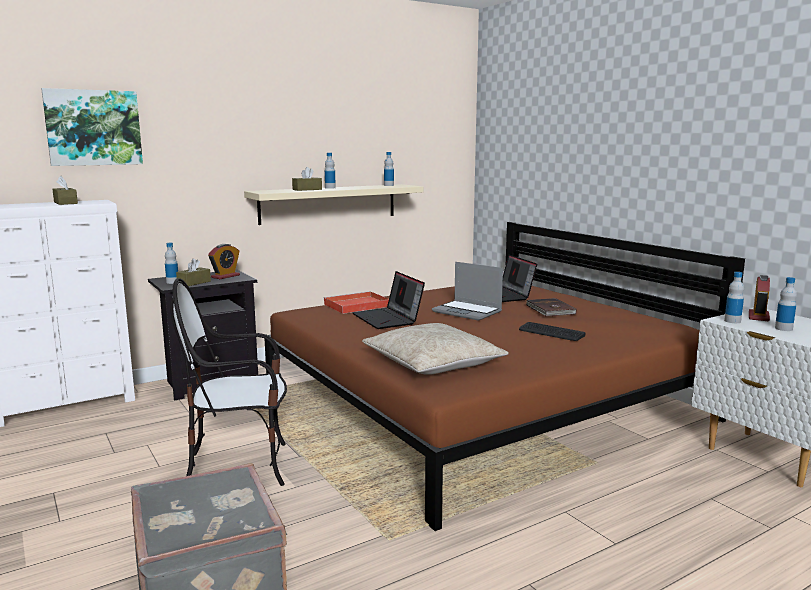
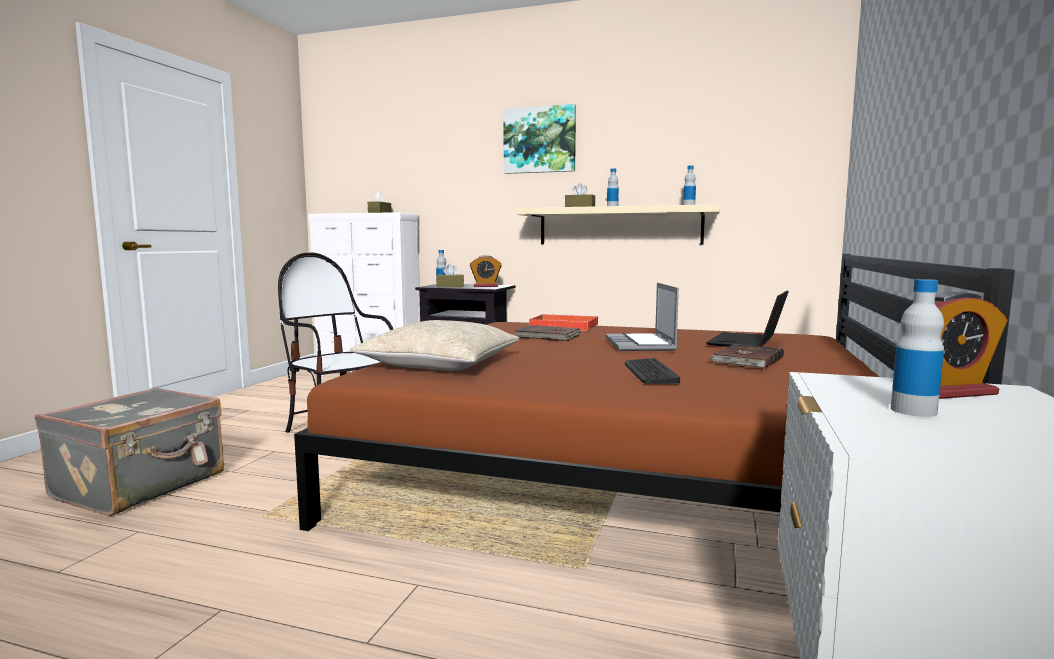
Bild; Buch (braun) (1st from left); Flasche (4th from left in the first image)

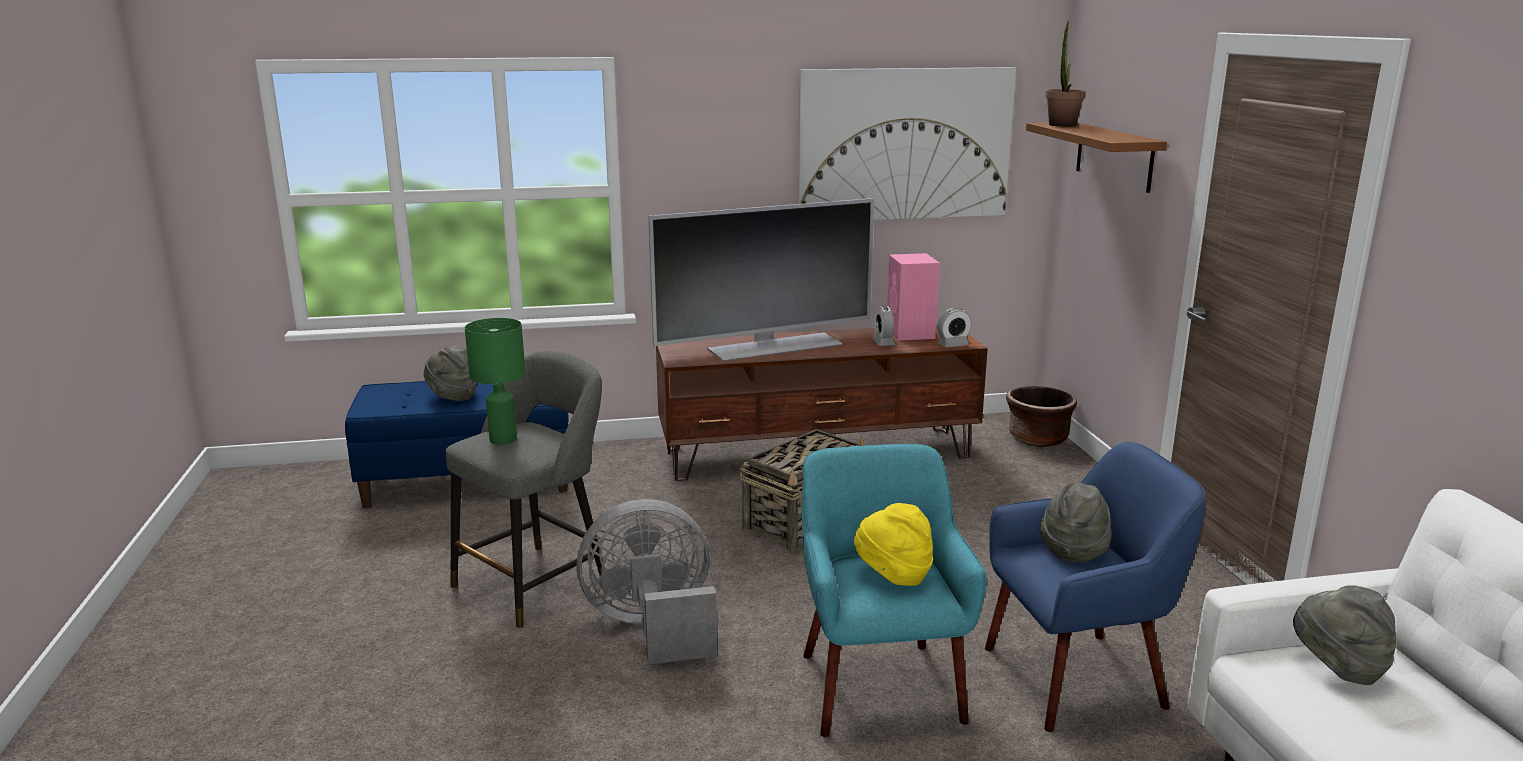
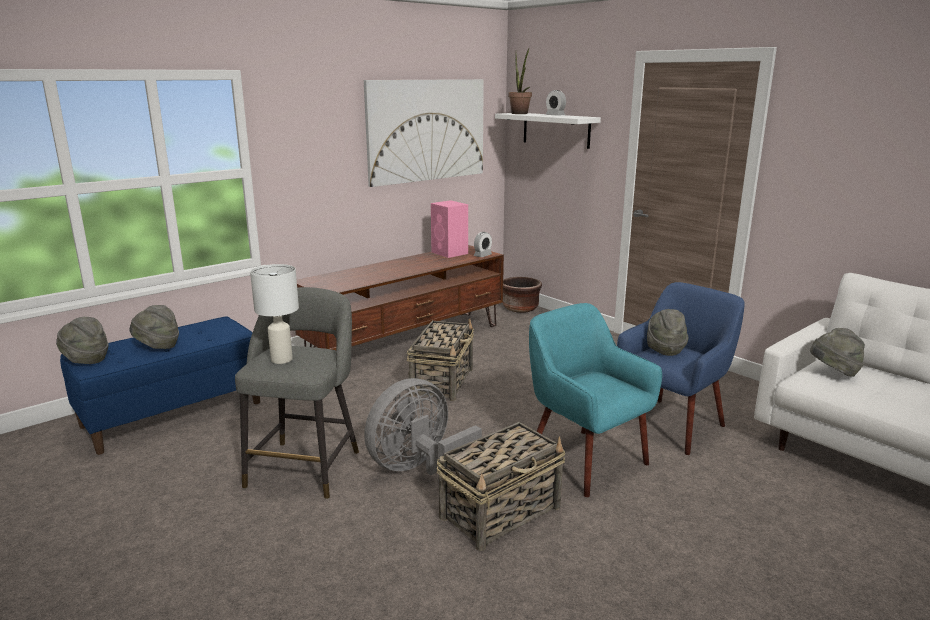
Tischlampe (weiß); Fernseher; Hut (gelb); Wecker (2nd from left); Wandregal (weiß); Hut (grau) (1st from left); Korb (2nd from left)

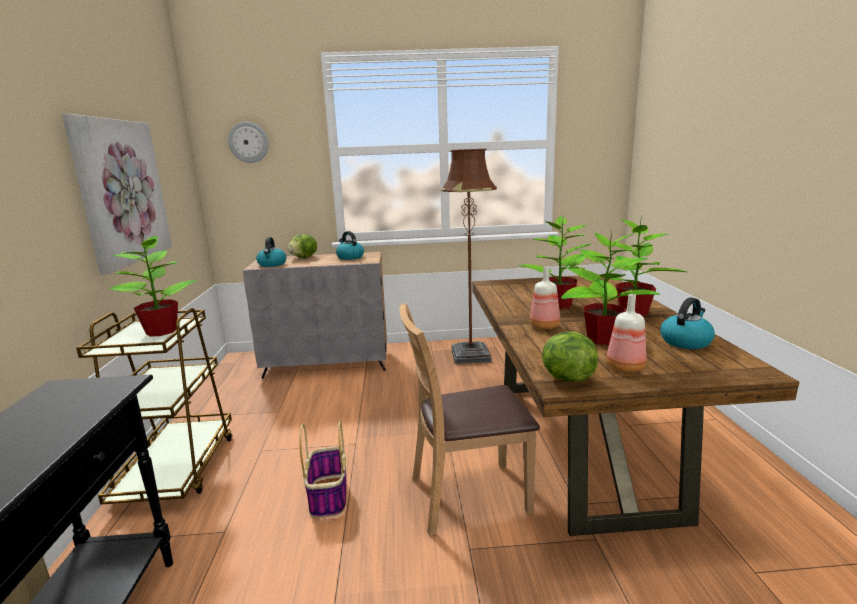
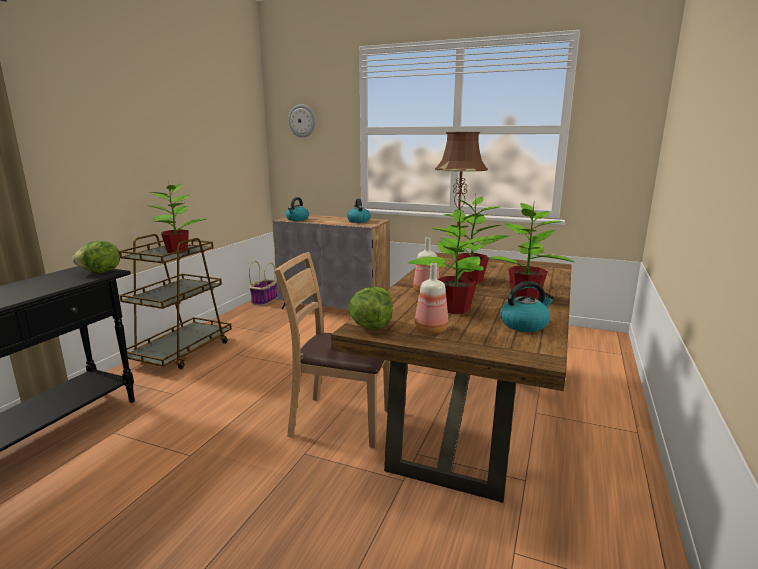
Bild; Salatkopf (1st from left); Korb

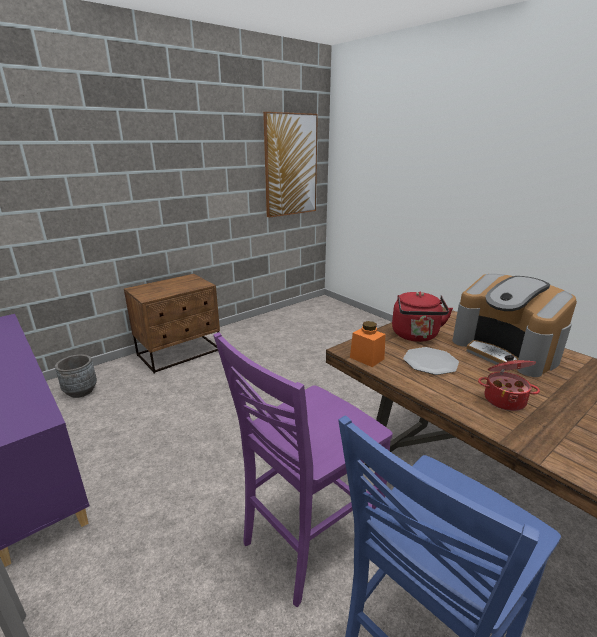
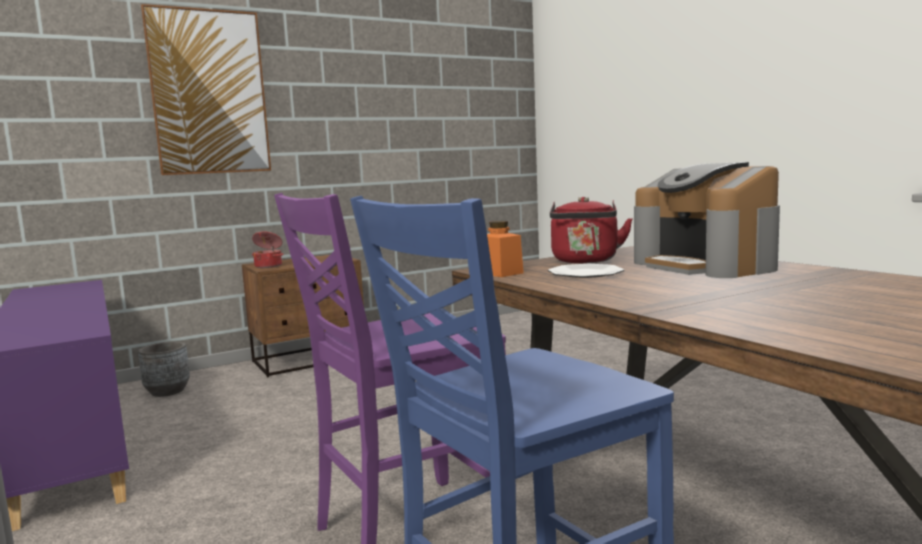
Bild; Kochtopf

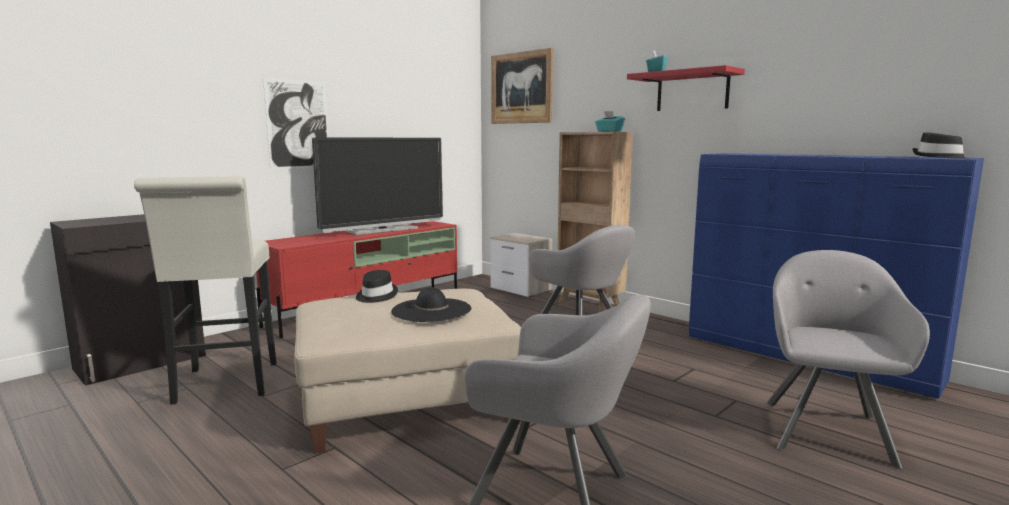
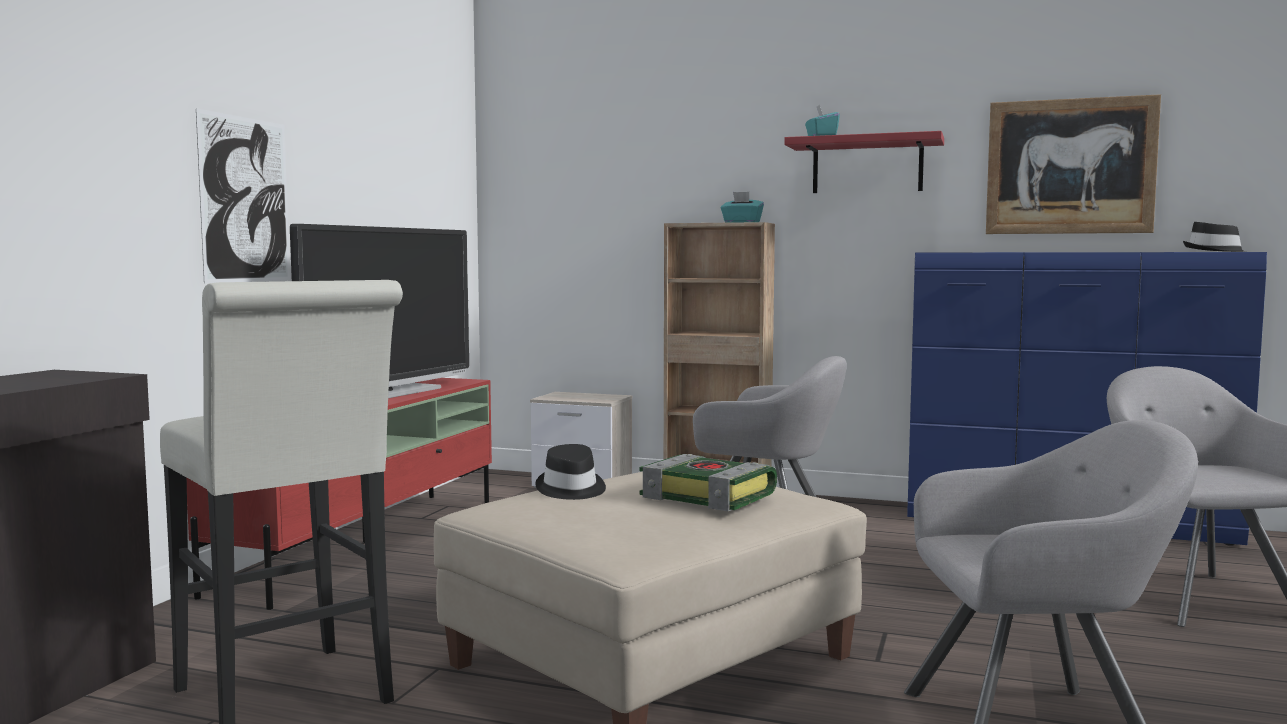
Buch; Bild (2nd from left)

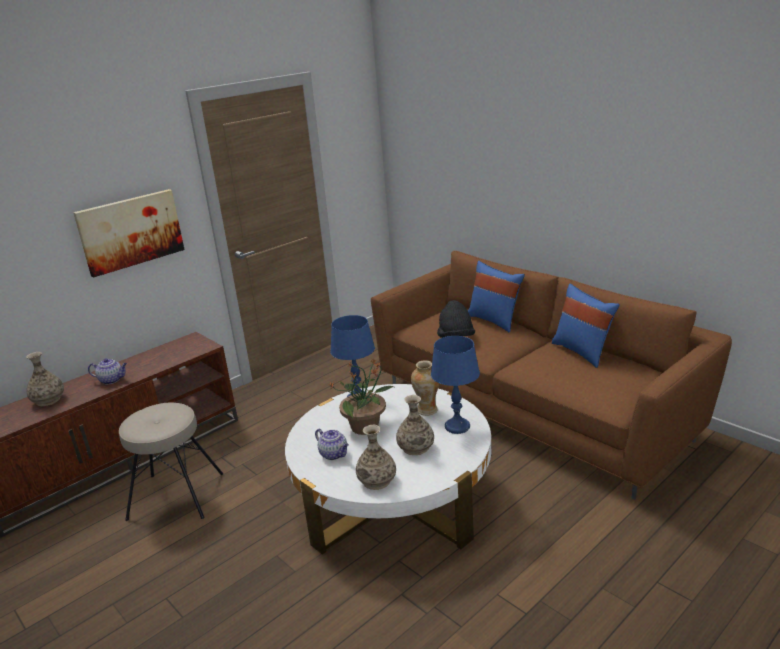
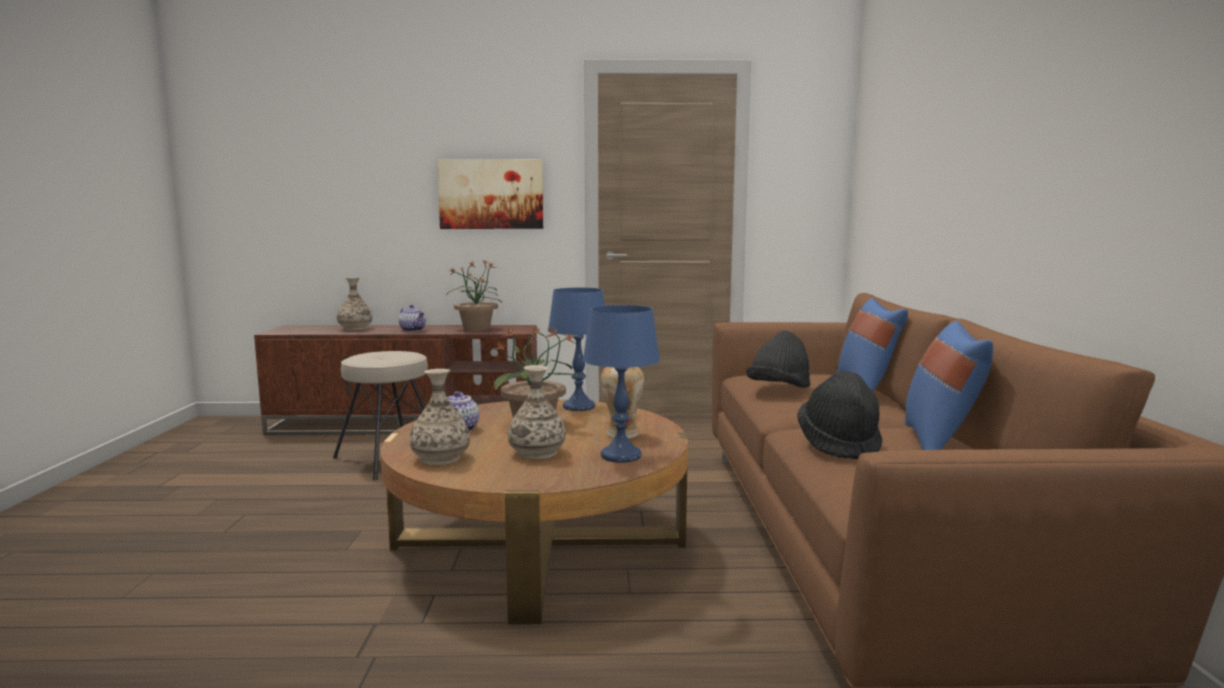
Couchtisch (braun); Topfpflanze (1st from left); Hut (schwarz) (2nd from left)

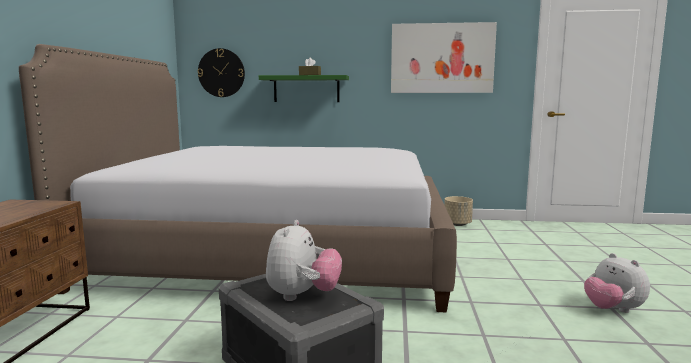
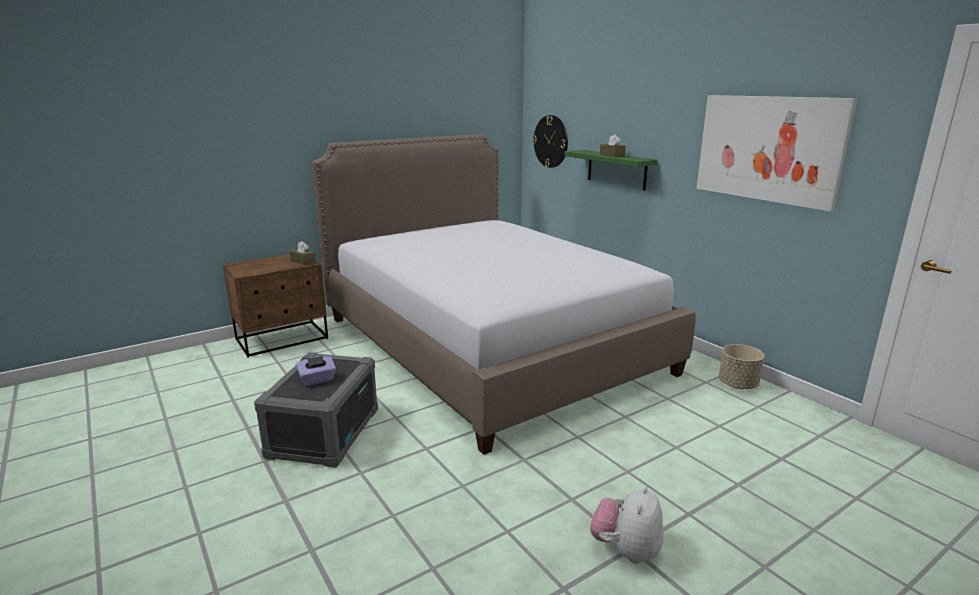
Taschentuchbox (lila); Taschentuchbox (braun) (1st from left)

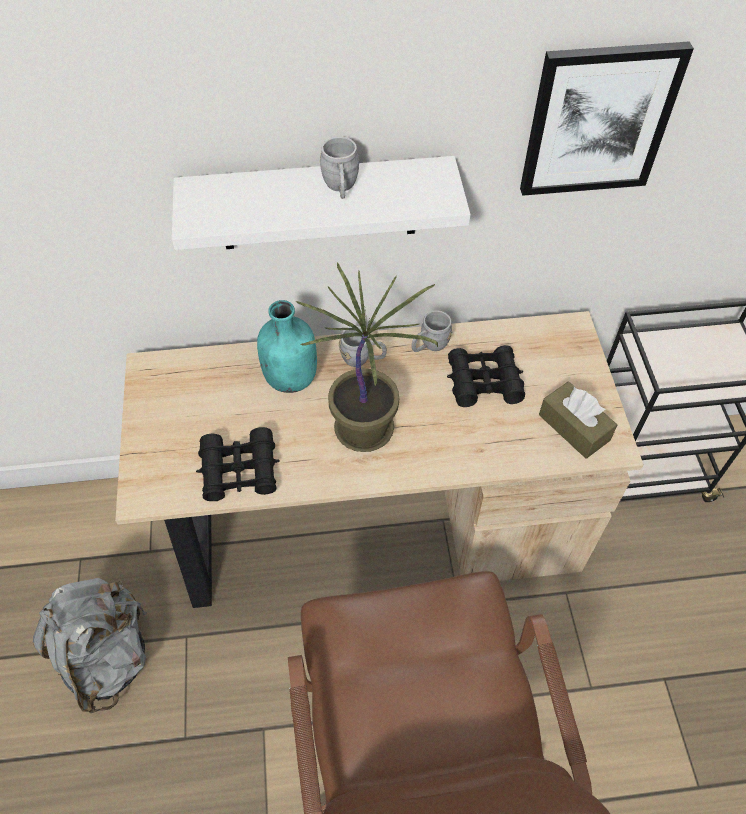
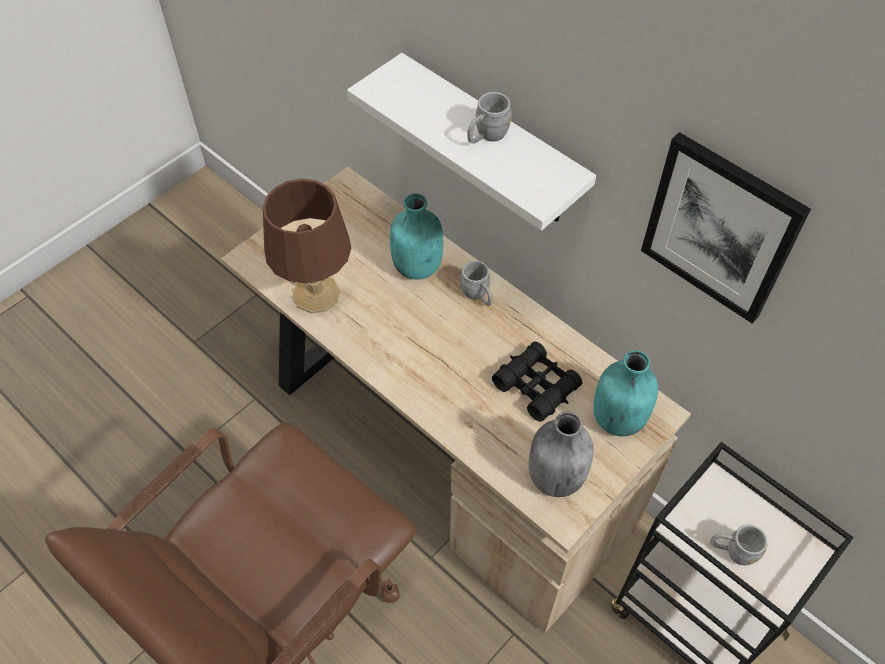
Rucksack (grau); Tischlampe (braun); Topfpflanze; Henkelbecher (grau) (3rd from left); Flasche (grau); Flasche (türkis) (2nd from left)

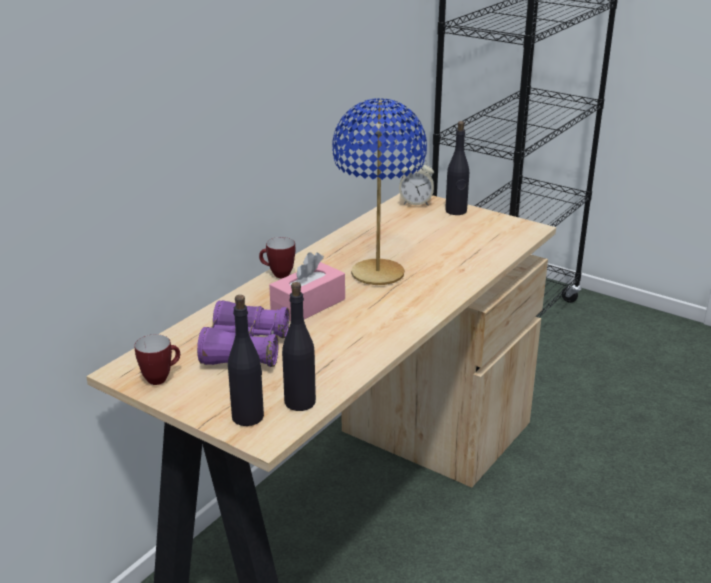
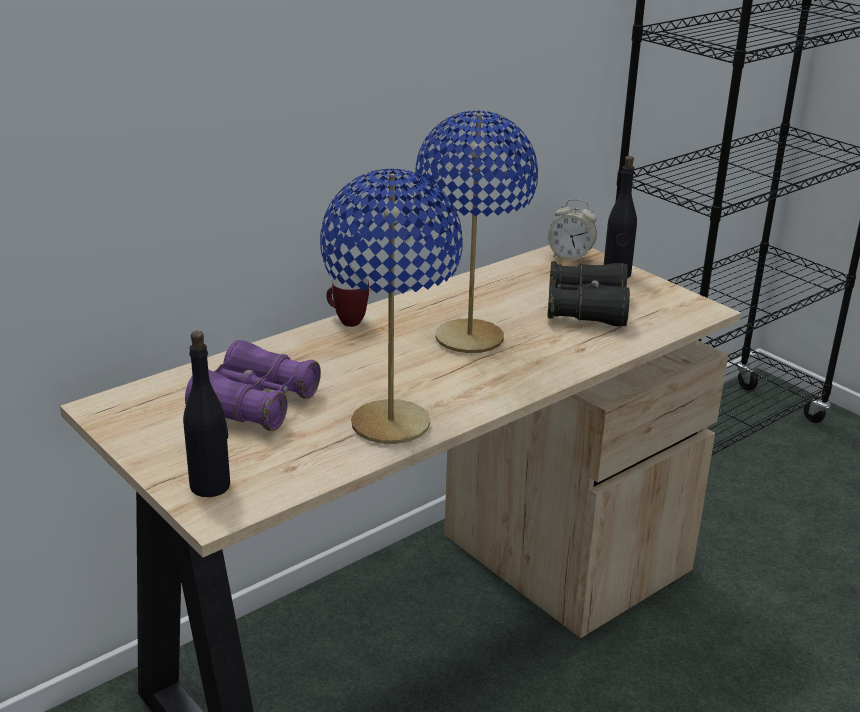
Henkelbecher (1st from left in the first image); Taschentuchbox (rosa); Flasche (schwarz) (2nd from left in the first image); Tischlampe (blau) (1st from left); Fernglas (schwarz)

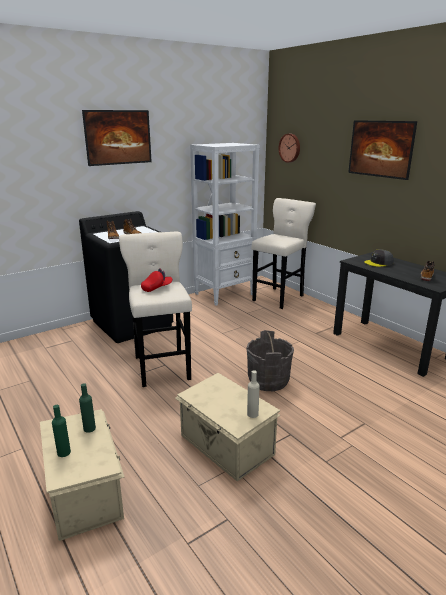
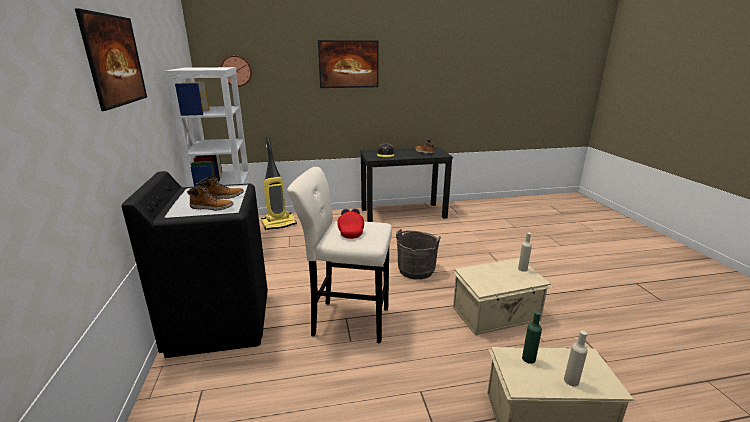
Flasche (beige) (2nd from left); Staubsauger

